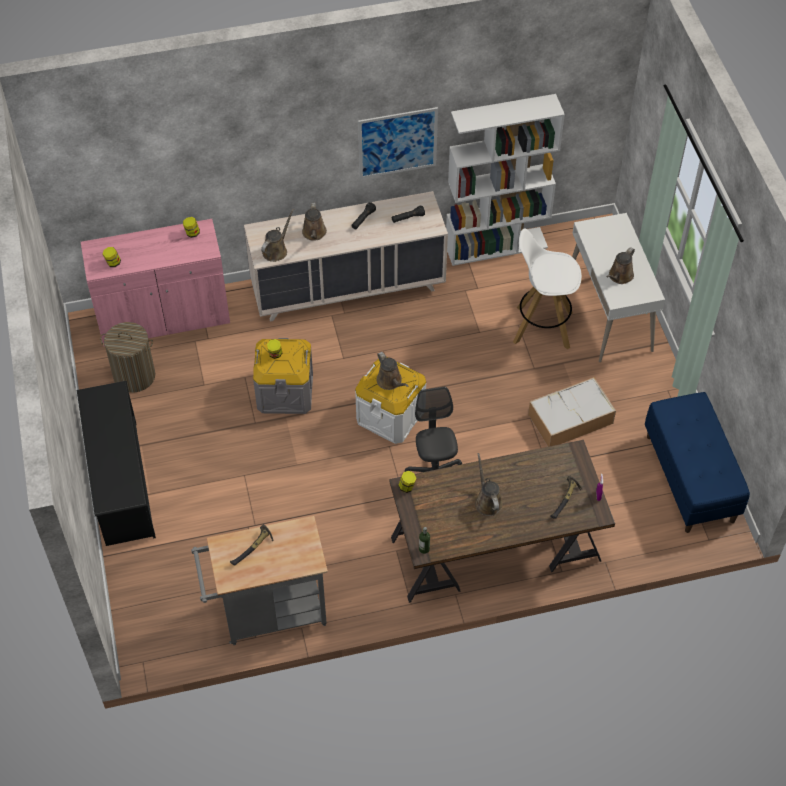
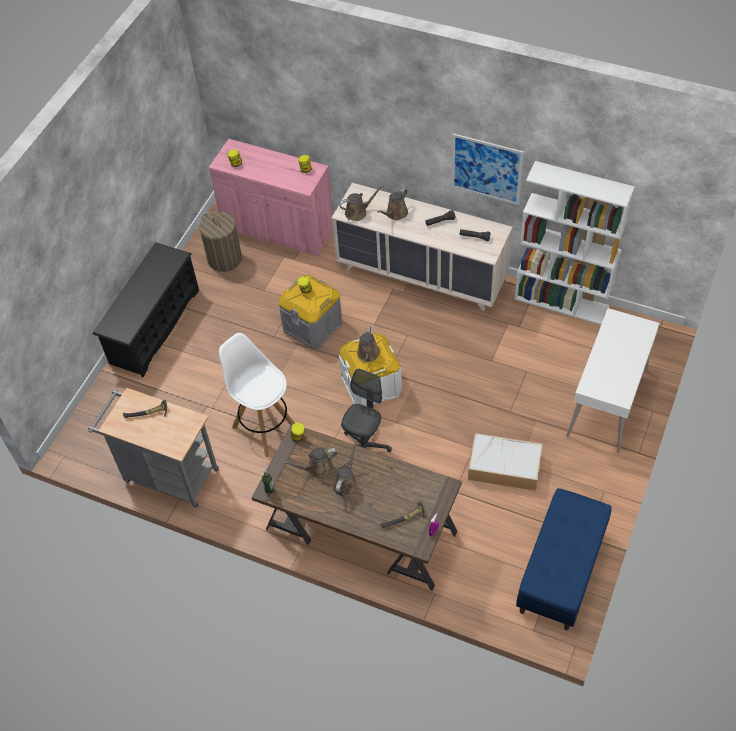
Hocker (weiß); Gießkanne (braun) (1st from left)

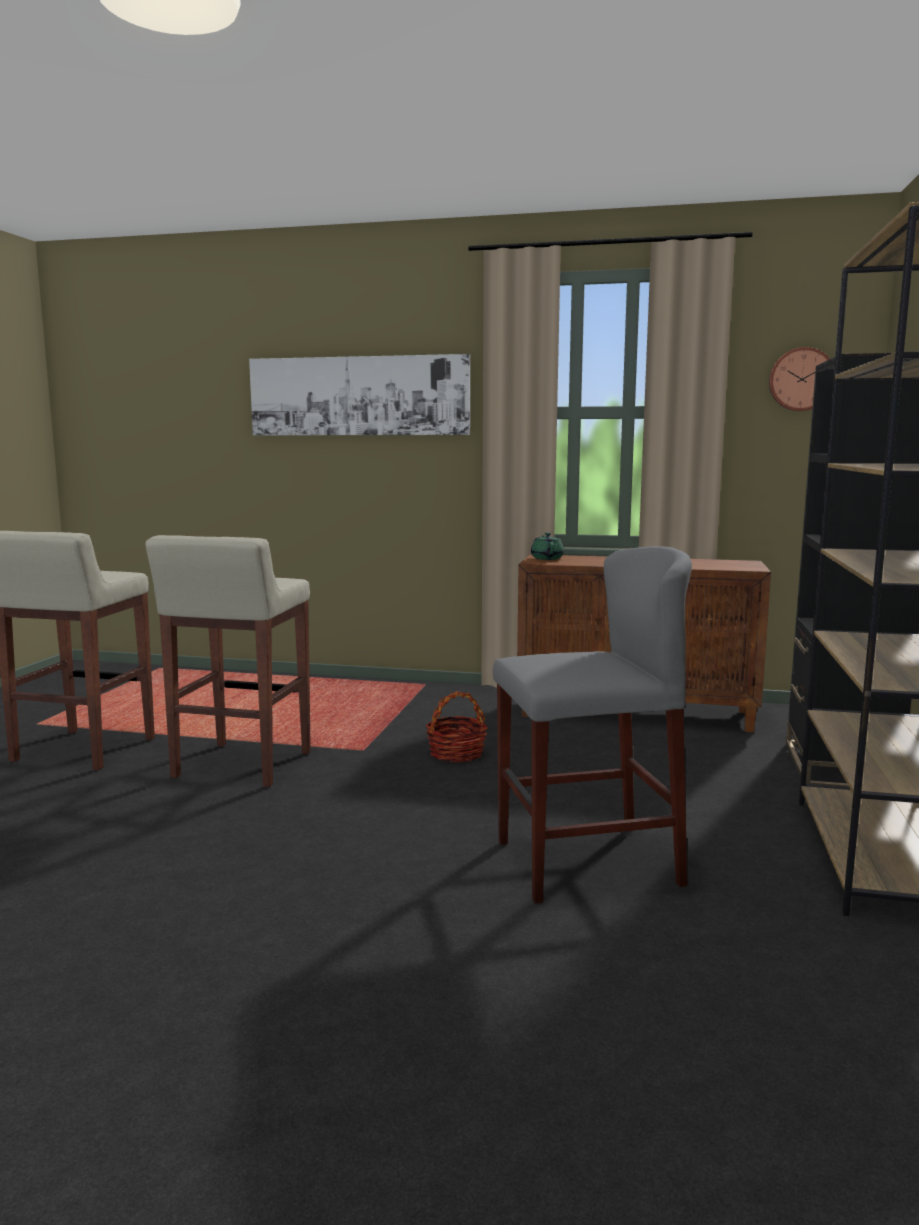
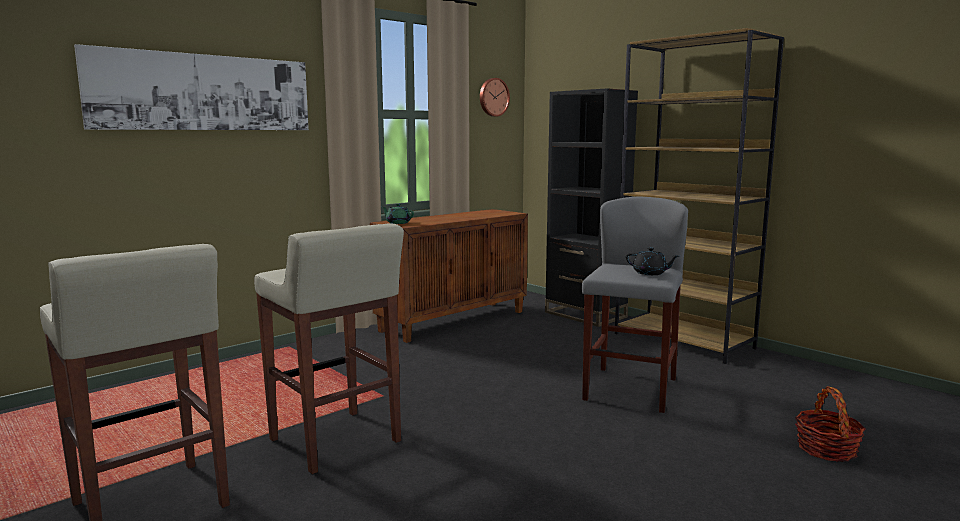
Korb; Teekanne (schwarz)

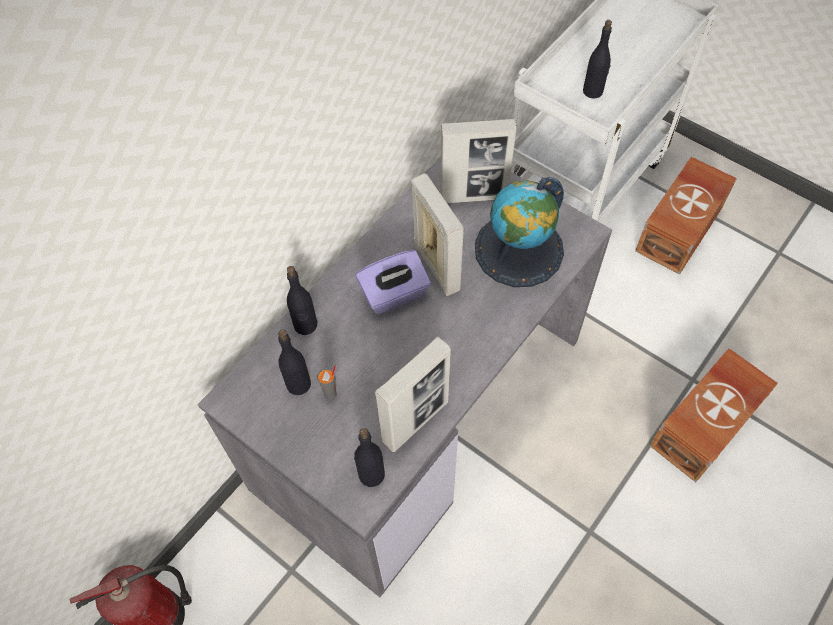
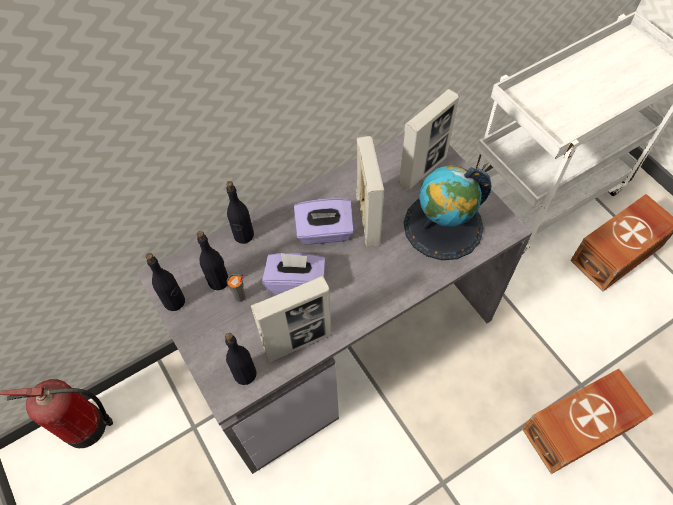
Bilderrahmen (3rd from left); Flasche (schwarz) (1st from left); Taschentuchbox (lila) (1st from left)

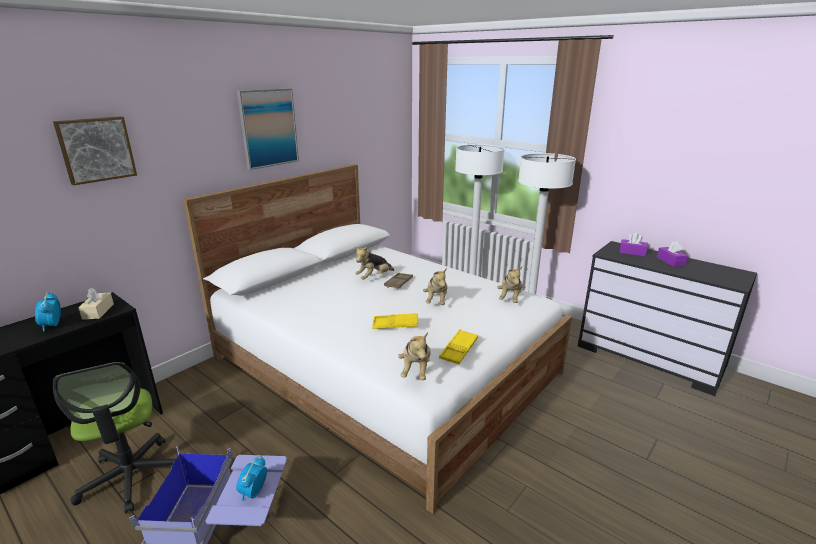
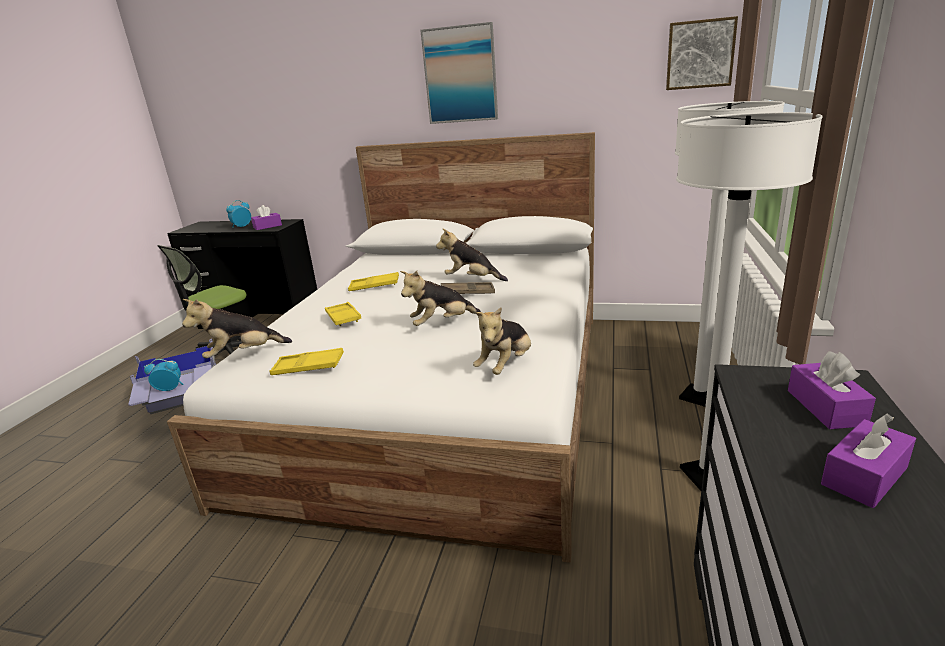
Bild (2nd from left); Taschentuchbox (lila) (1st from left); Plüschtier (4th from left); Tablett (gelb) (3rd from left)

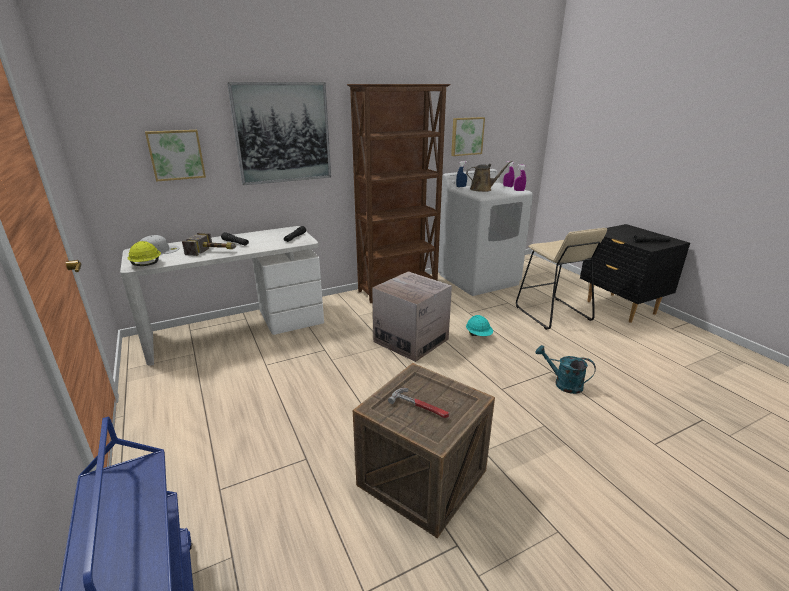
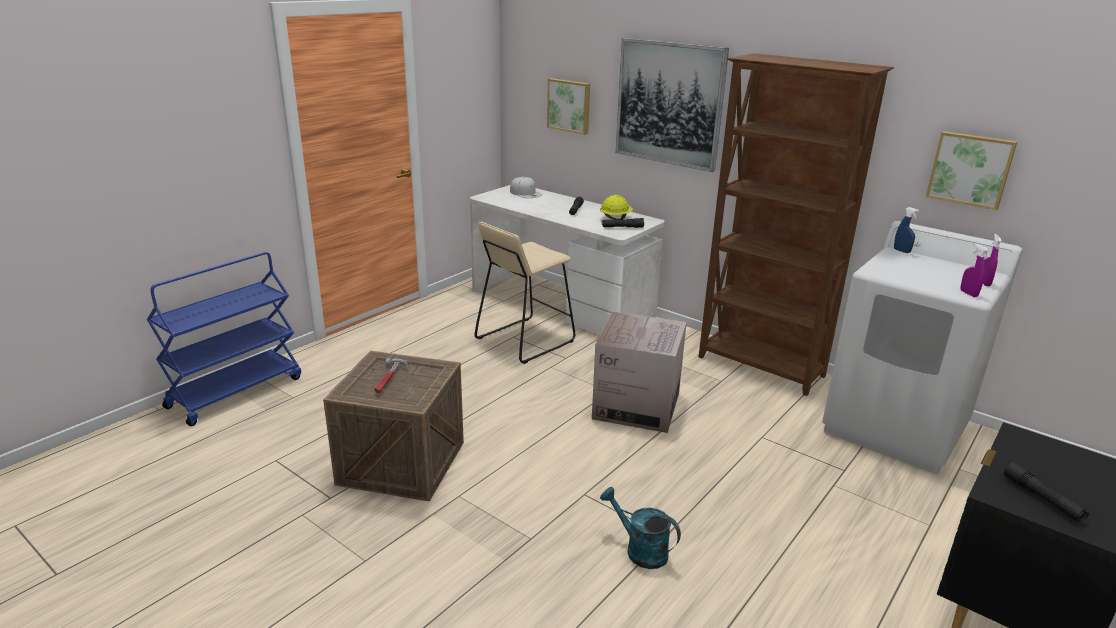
Schutzhelm (gelb); Hammer (1st from left in the first image); Gießkanne (braun); Schutzhelm (türkis); Hocker (beige); Gießkanne (türkis)

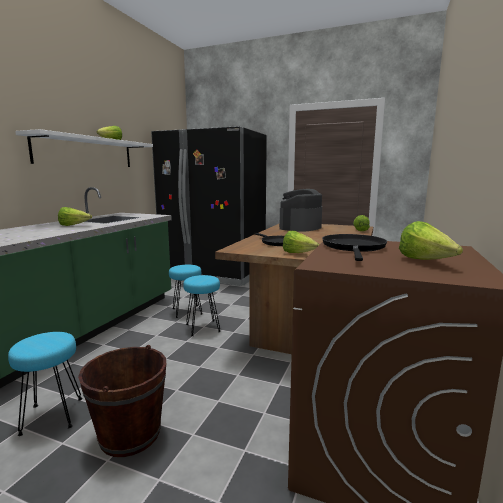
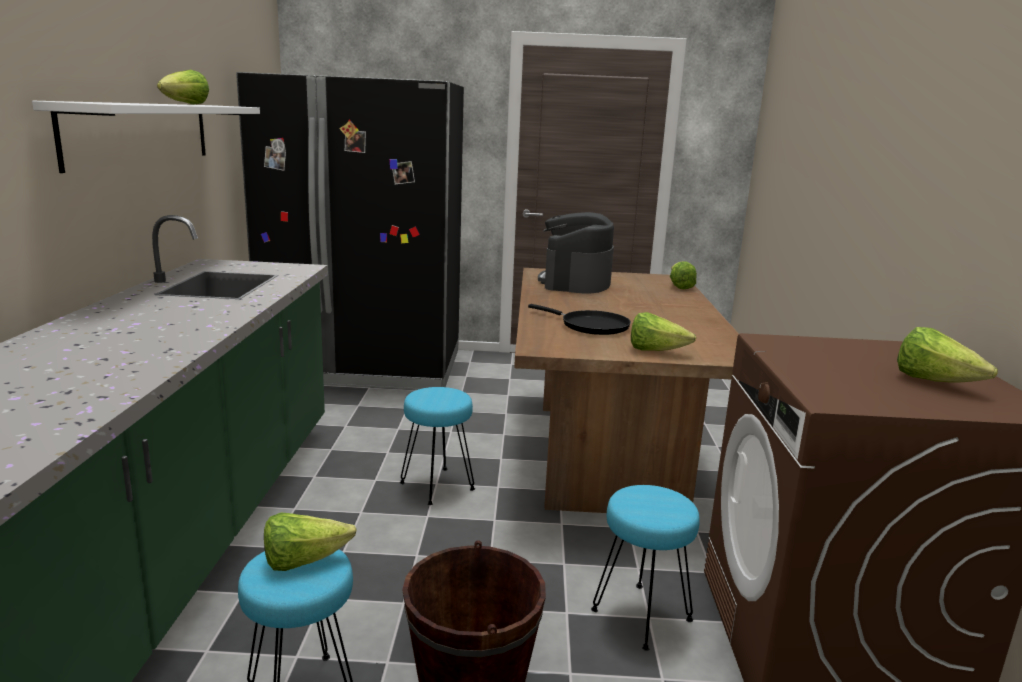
Salatkopf (2nd from left); Hocker (türkis) (3rd from left); Pfanne (schwarz) (2nd from left in the first image)

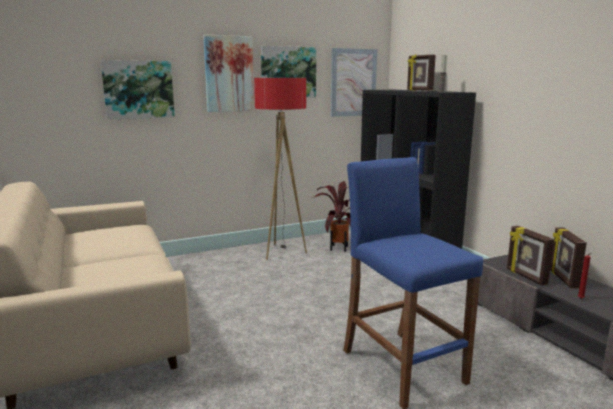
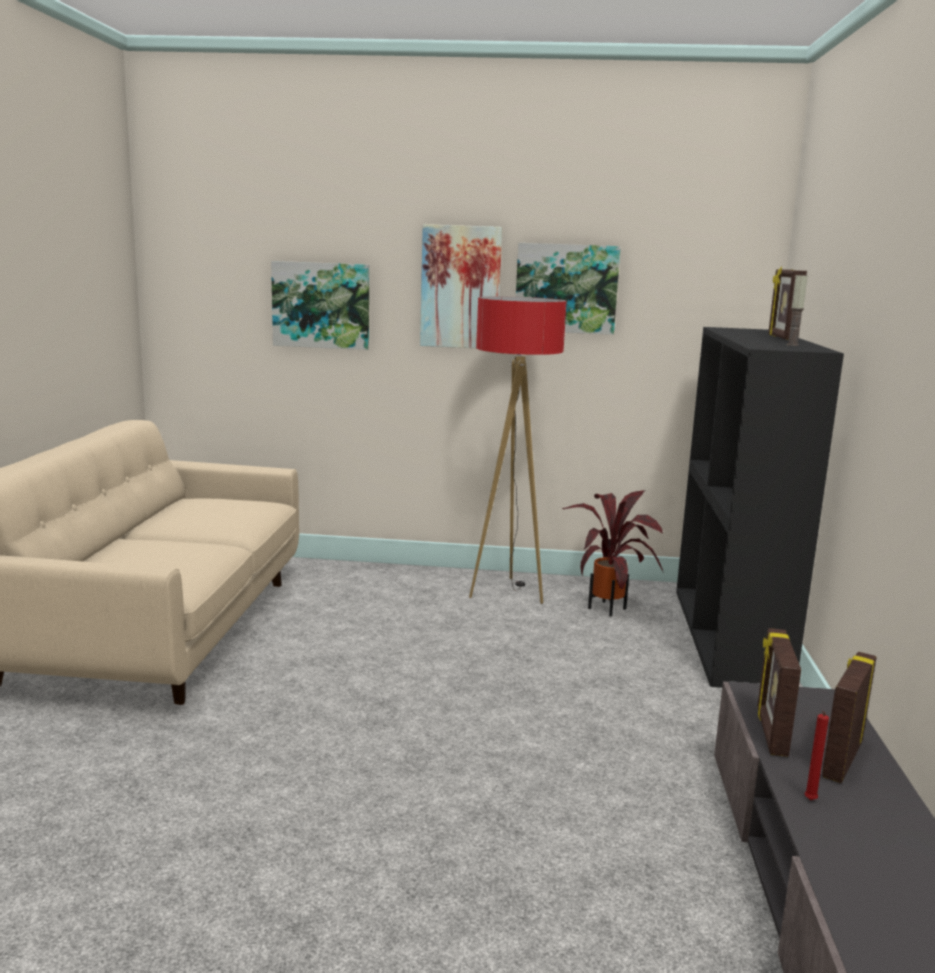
Bild (4th from left in the first image); Hocker (blau)

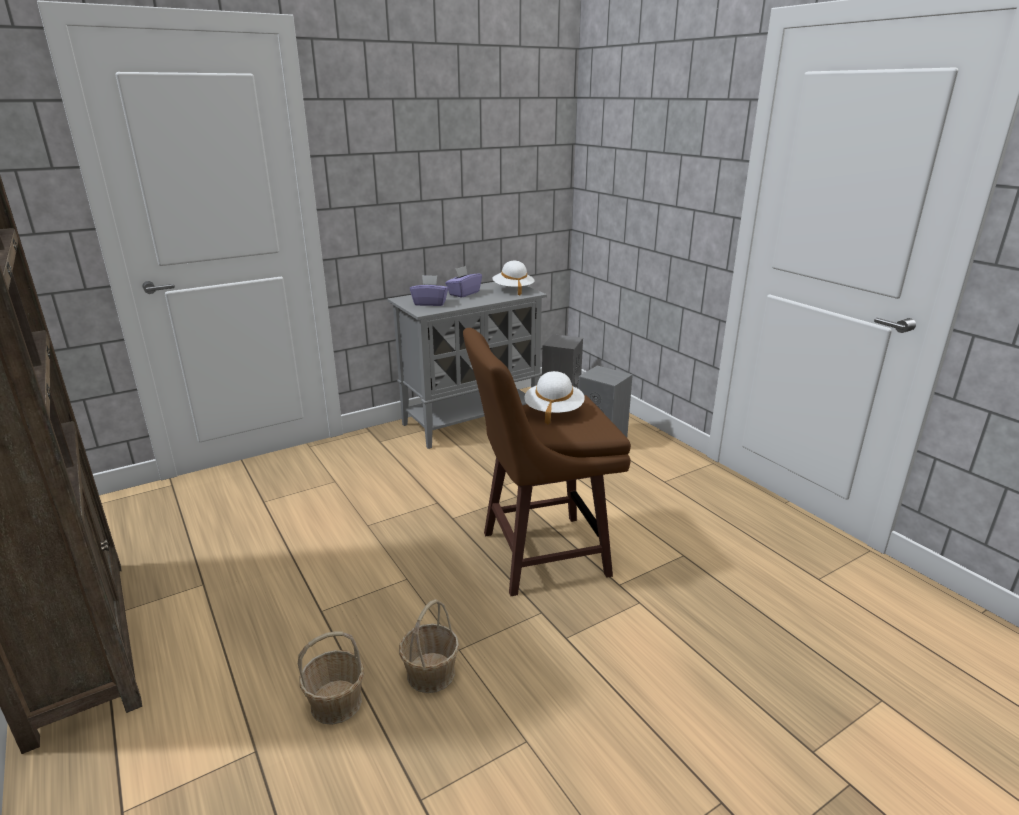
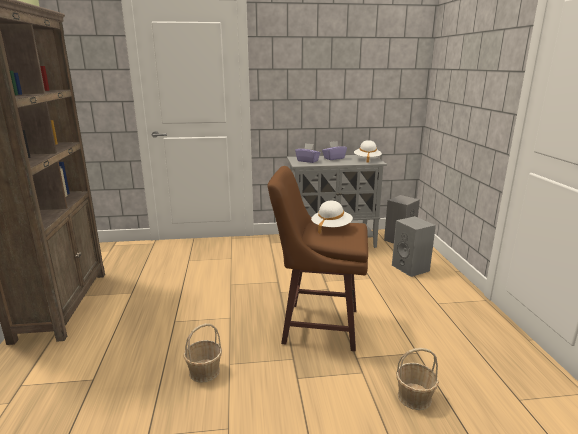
Korb (2nd from left)

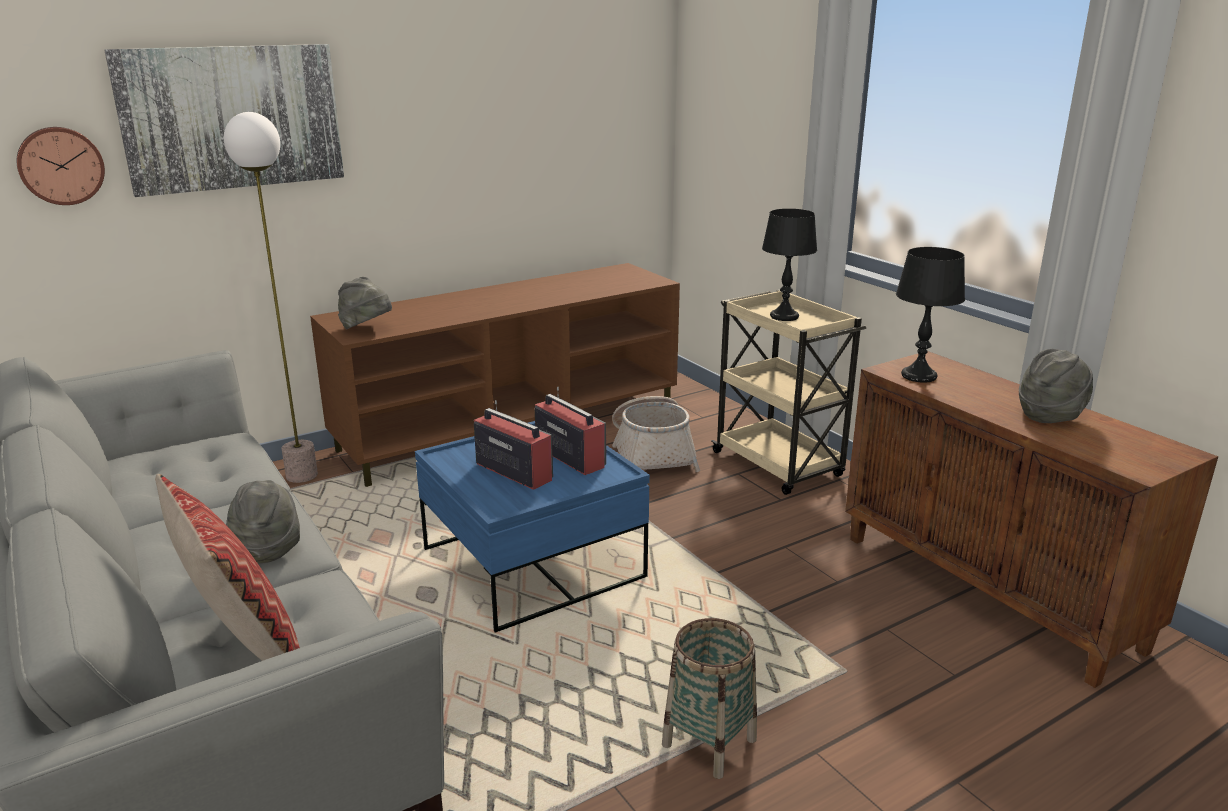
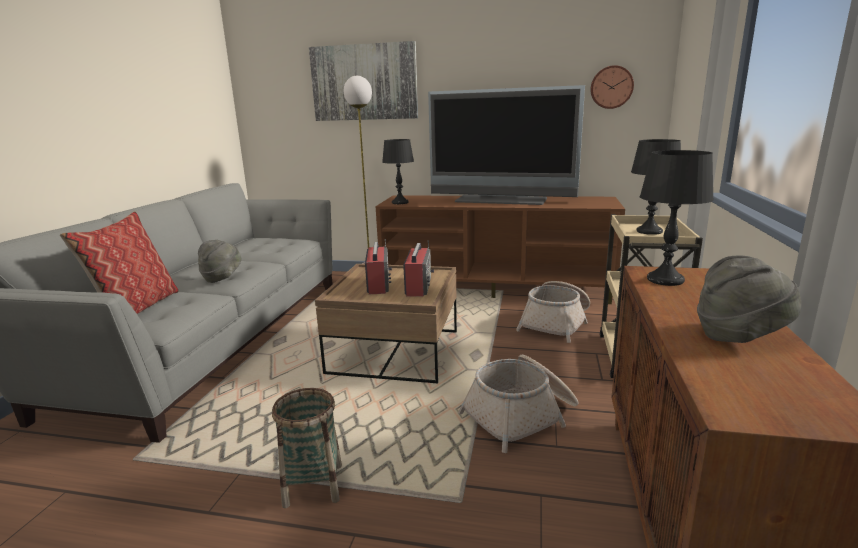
Wanduhr; Tischlampe (schwarz) (1st from left); Couchtisch (braun); Fernseher; Korb (2nd from left)

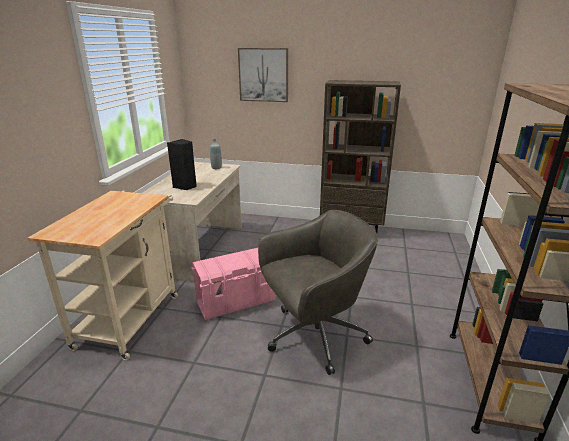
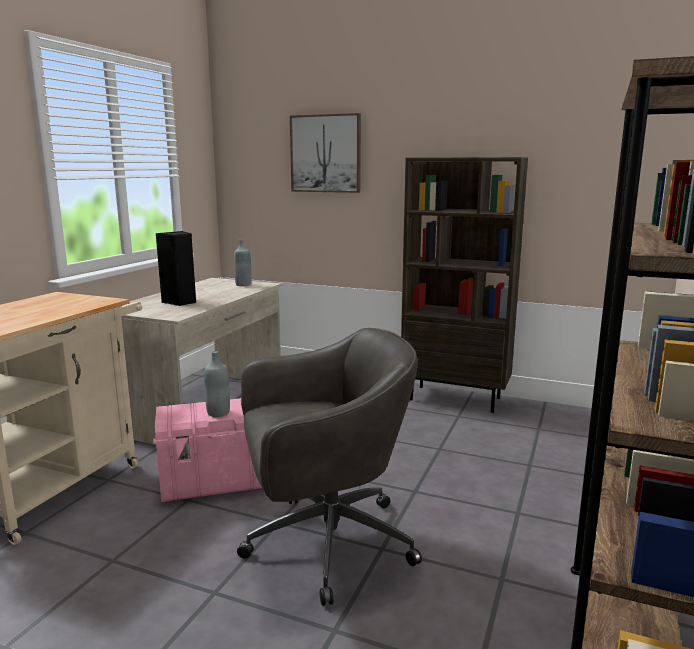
Flasche (grau) (1st from left)

